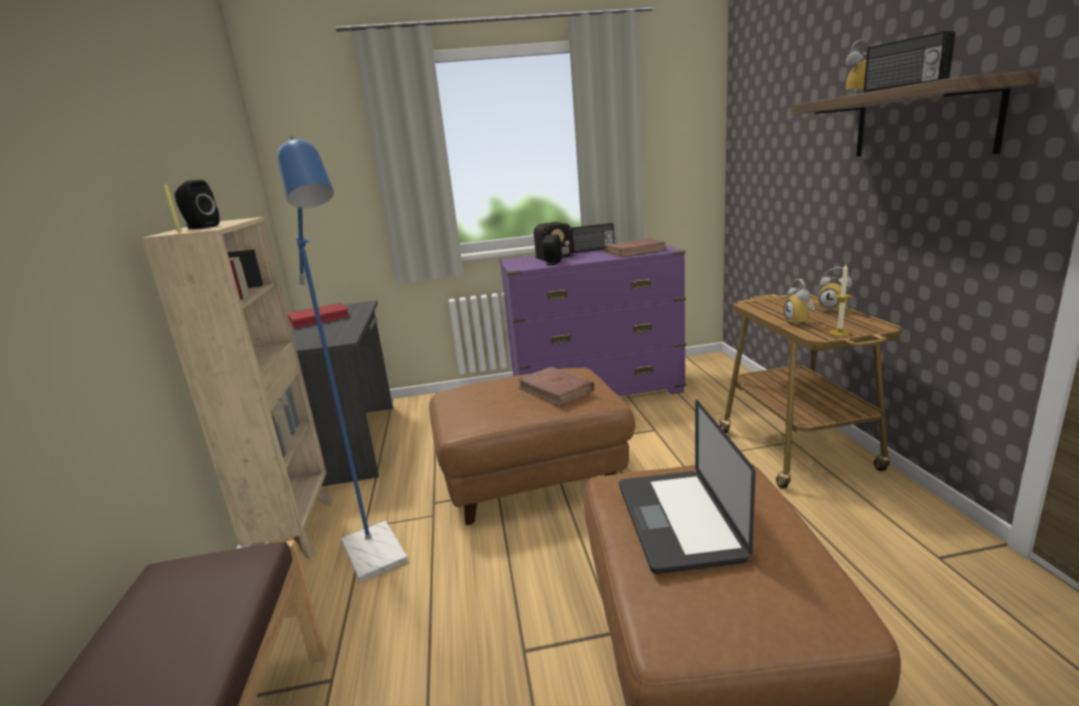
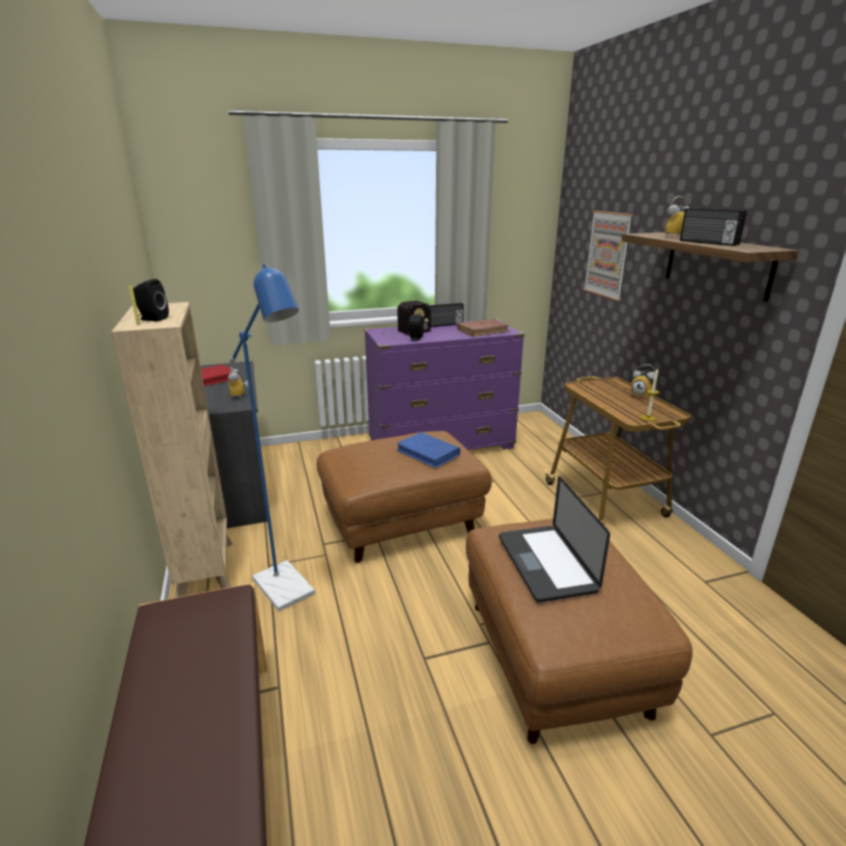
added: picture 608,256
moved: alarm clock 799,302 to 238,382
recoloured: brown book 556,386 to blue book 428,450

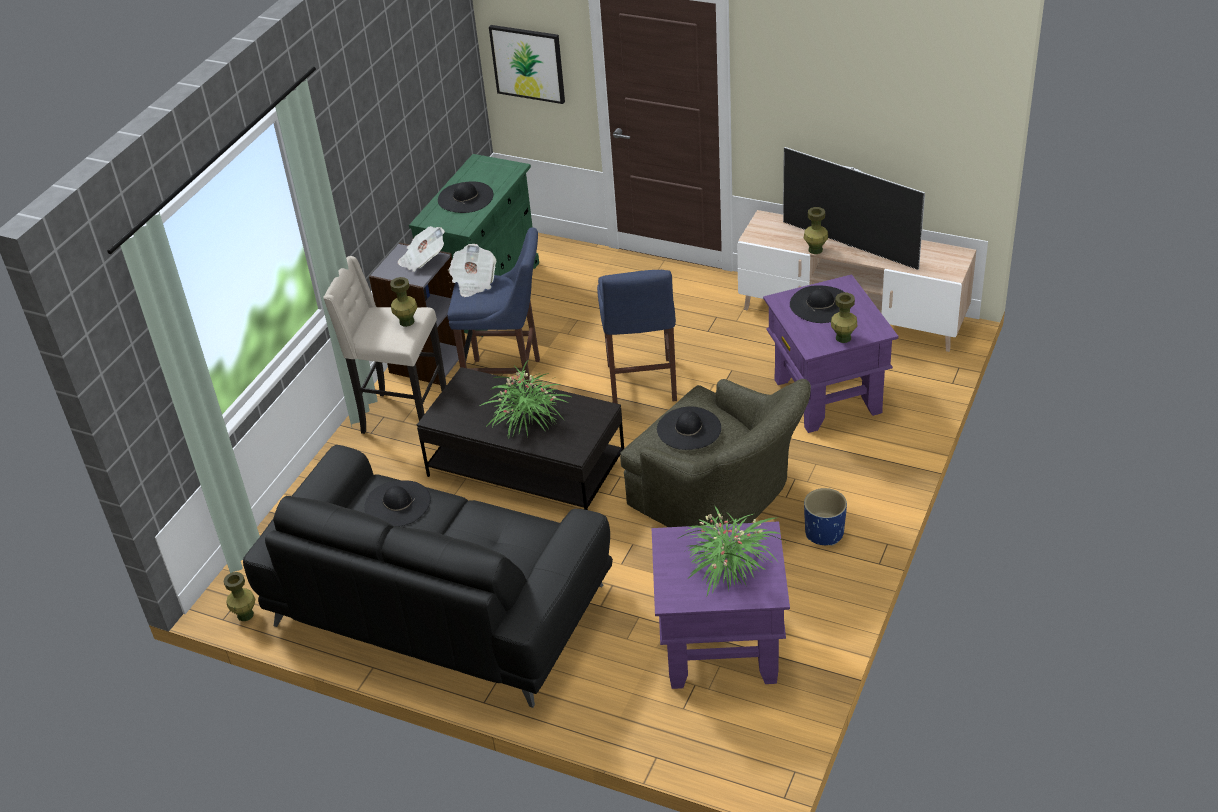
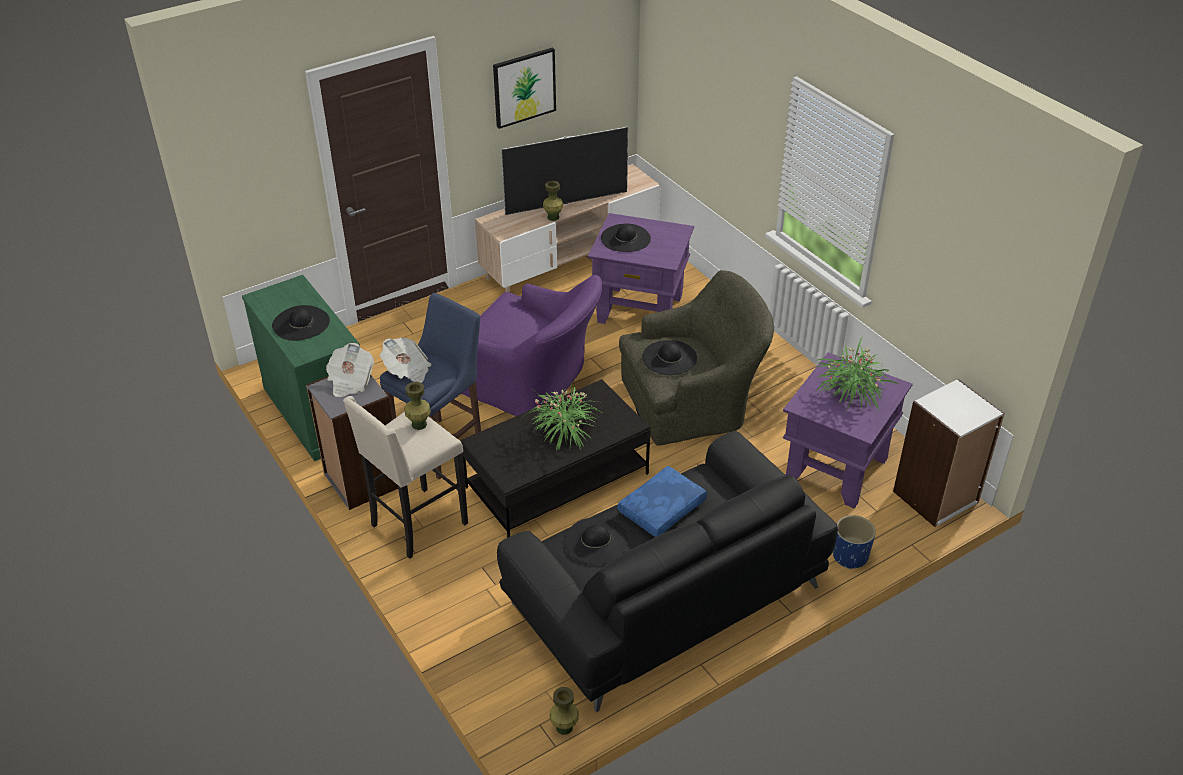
removed: green vase 844,318
added: white bookcase 949,453; blue pillow 662,501
moved: picture 527,64 to 524,88; blue planter 825,517 to 854,542
replaced: blue stool 637,337 to purple armchair 531,345

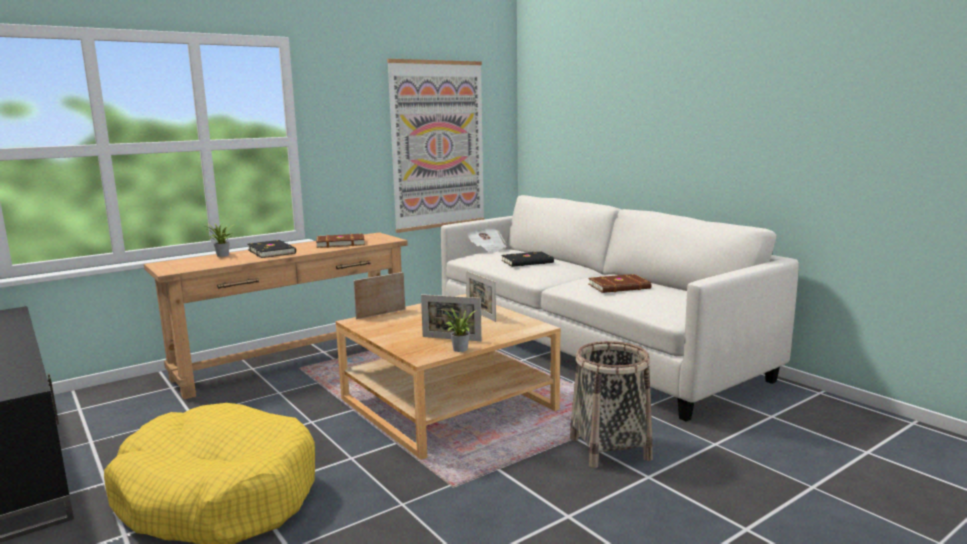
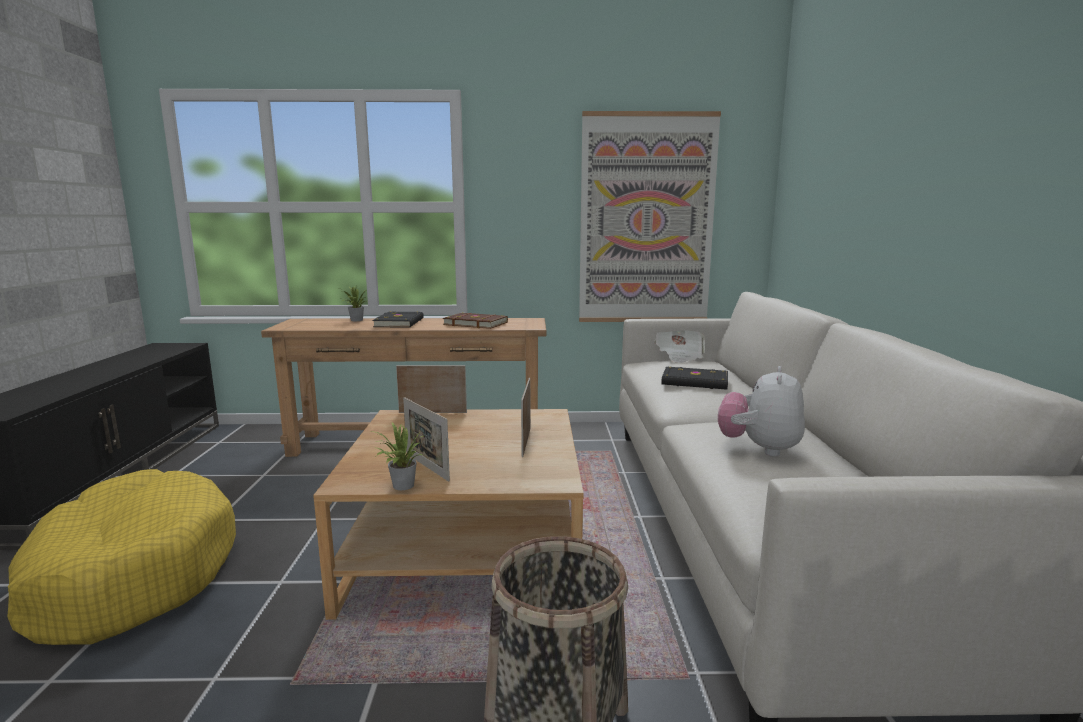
replaced: brown book 619,283 to plush toy 761,411

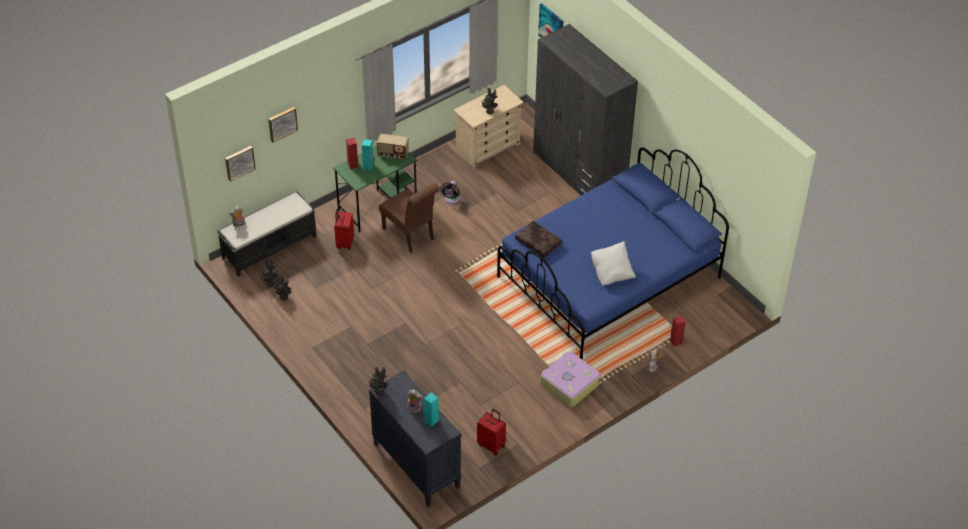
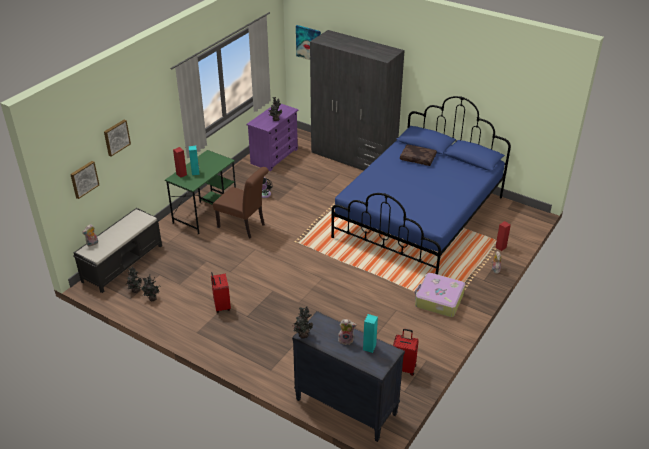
removed: radio 393,147; white pillow 613,263
moved: red suitcase 344,229 to 221,292; brown pillow 538,239 to 418,155
recoloured: beige dresser 489,126 to purple dresser 272,137

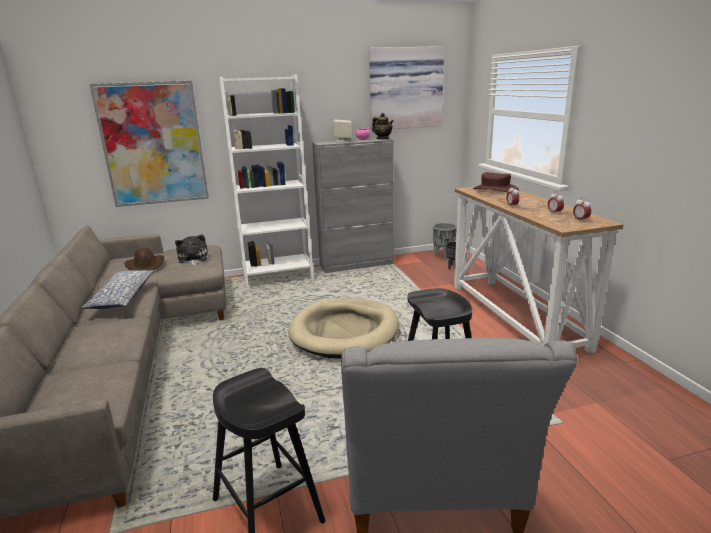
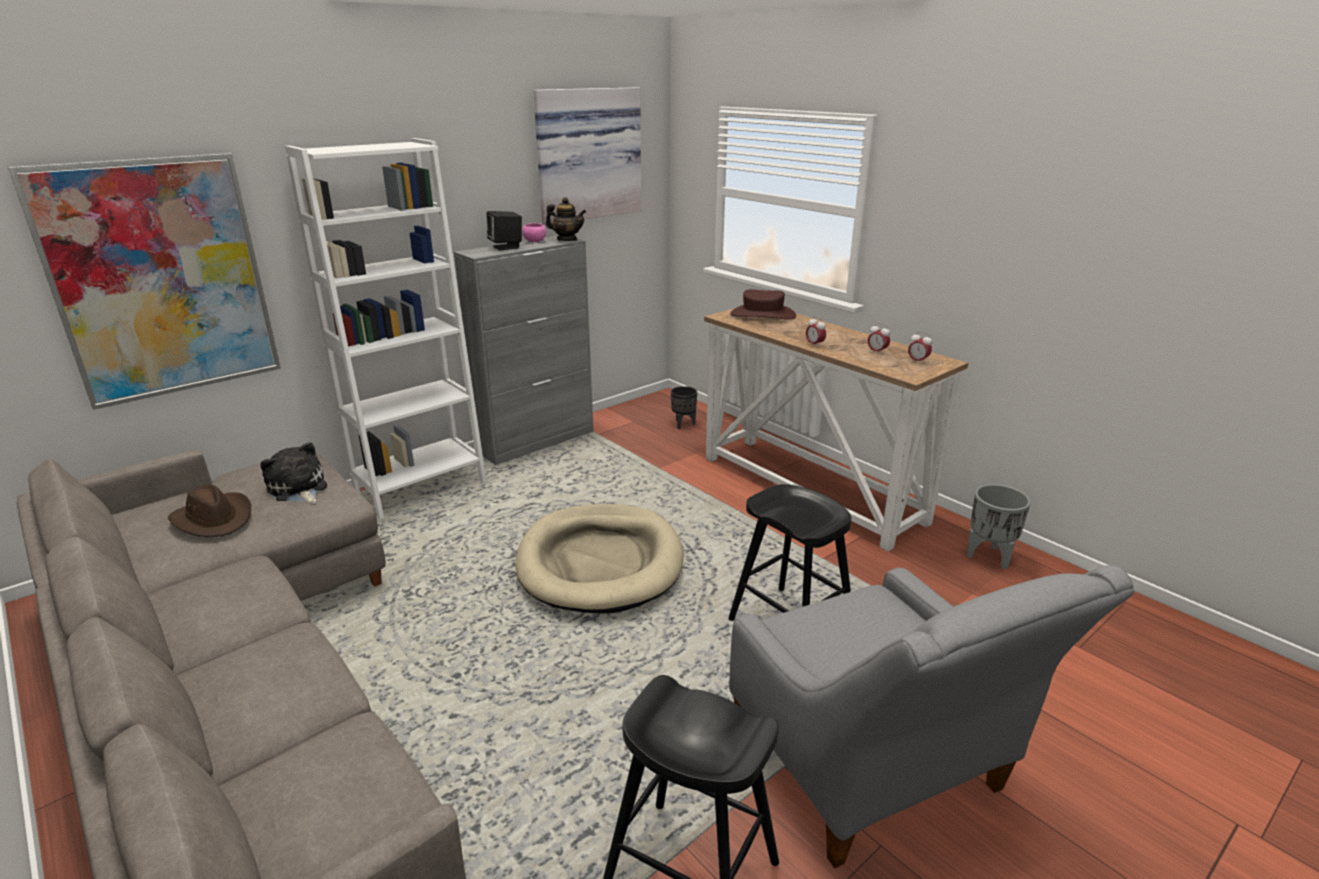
removed: pillow 117,289
moved: grey planter 445,242 to 998,526
recoloured: beige speaker 342,131 to black speaker 504,230

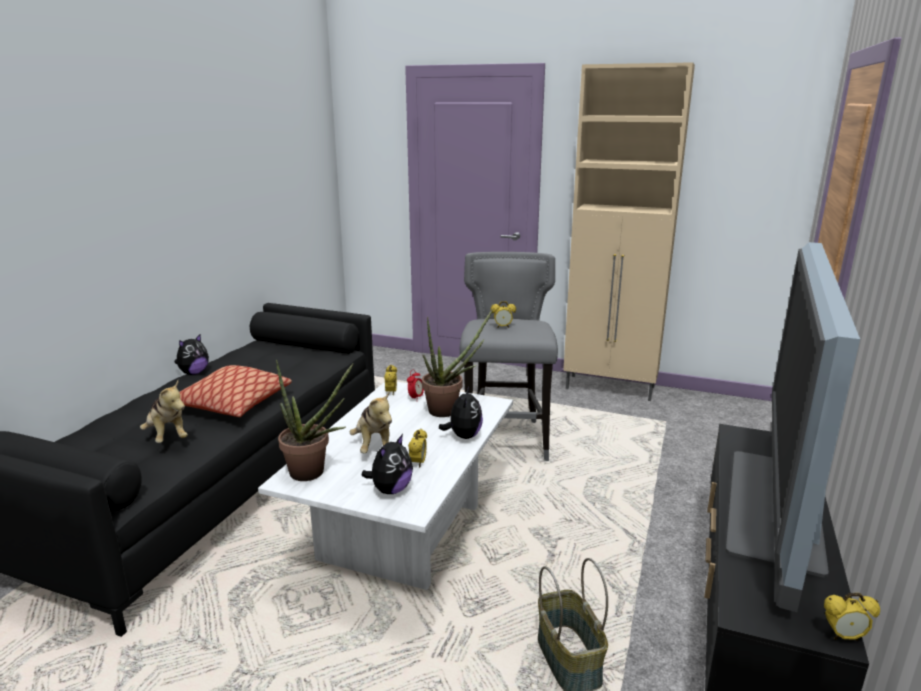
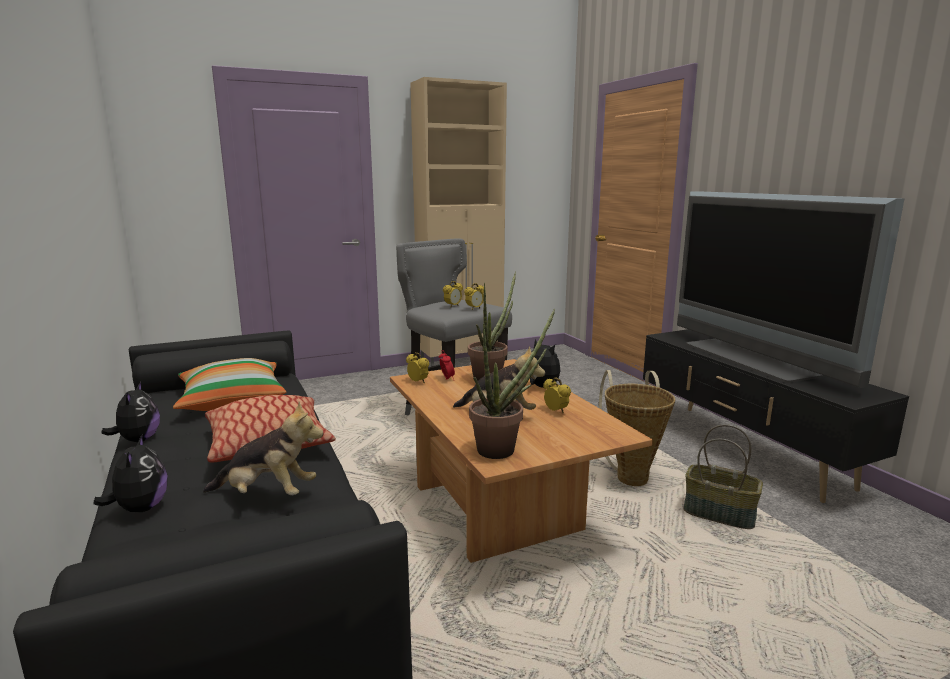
added: pillow 230,384; basket 637,428
moved: plush toy 387,464 to 131,473; alarm clock 852,617 to 474,296
recoloured: white coffee table 385,486 to brown coffee table 521,461

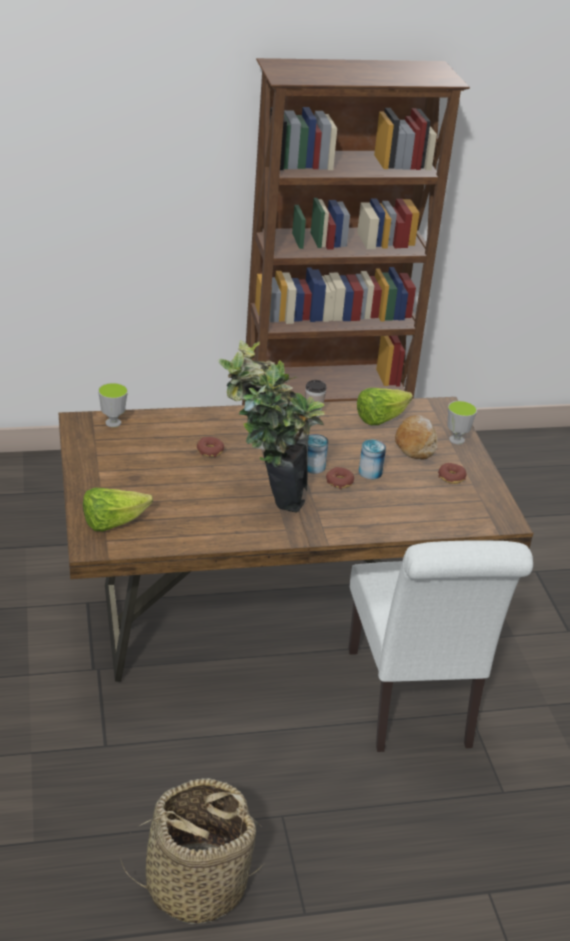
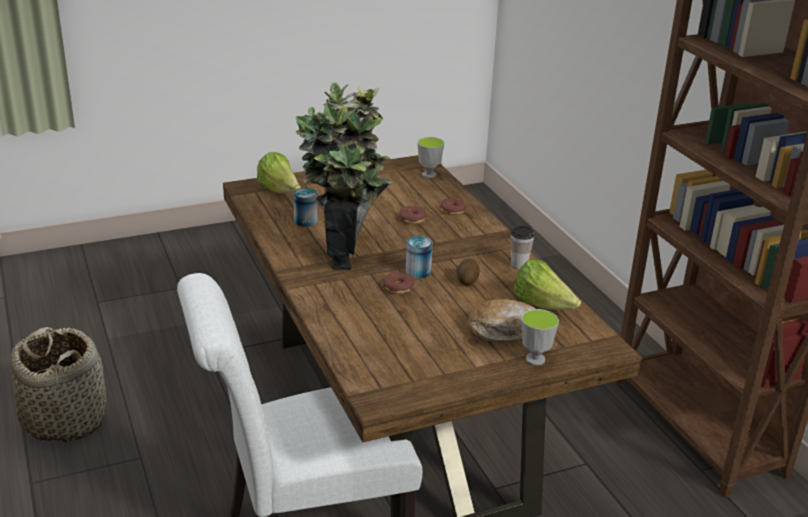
added: potato 468,272
moved: can 372,460 to 305,207; donut 452,473 to 453,206

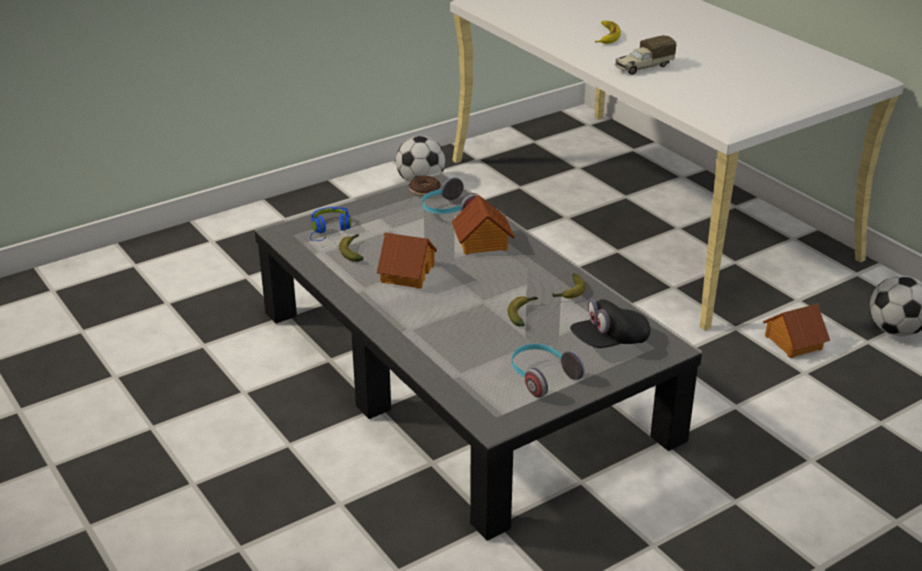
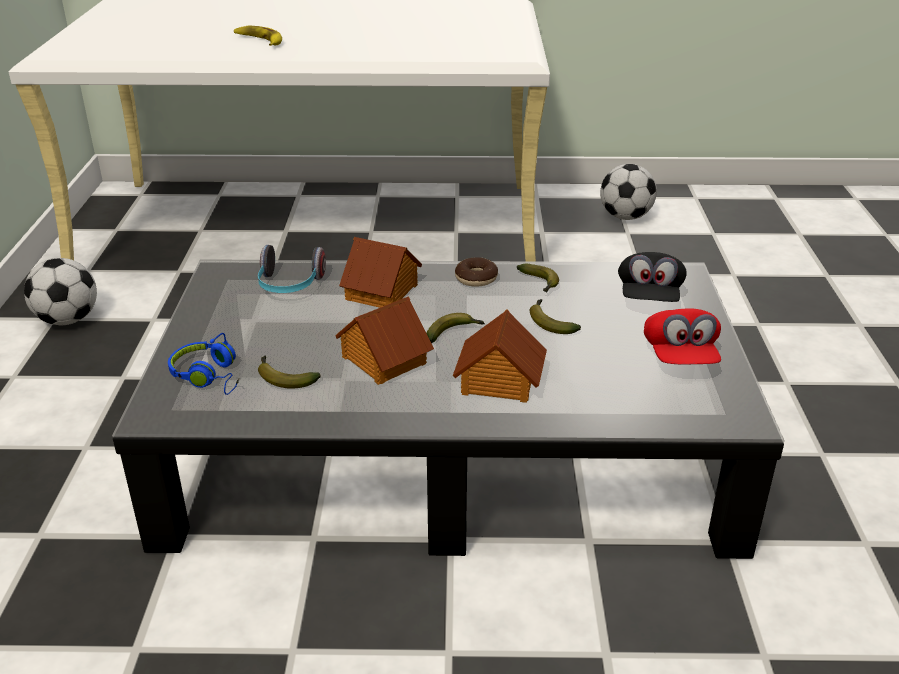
removed: toy truck 645,54
added: banana 455,328
moved: donut 425,186 to 476,272; toy house 796,331 to 500,356
replaced: headphones 548,371 to red cap 682,336

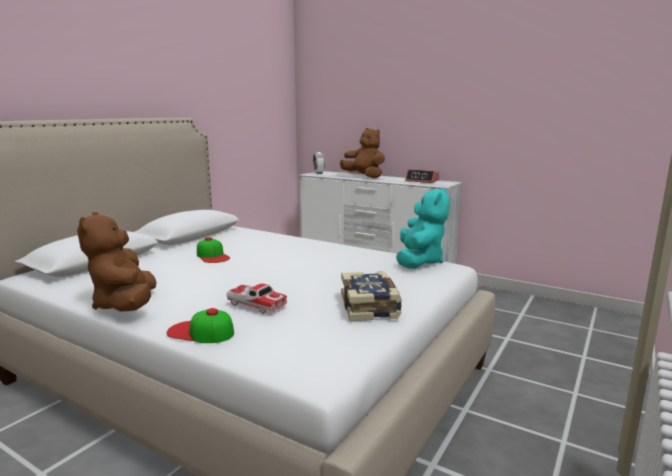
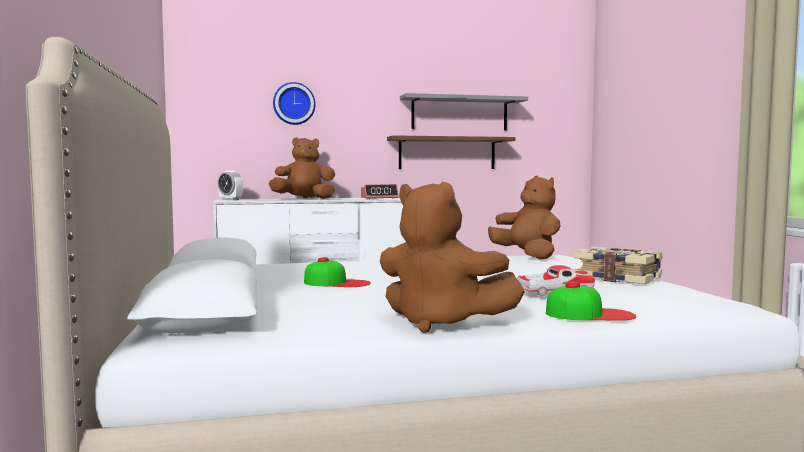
added: wall clock 294,103; grey shelf 464,111; brown shelf 451,152
recoloured: turquoise plush toy 423,228 to brown plush toy 524,217
turned: cap 200,325 = 591,301 150 degrees counterclockwise

